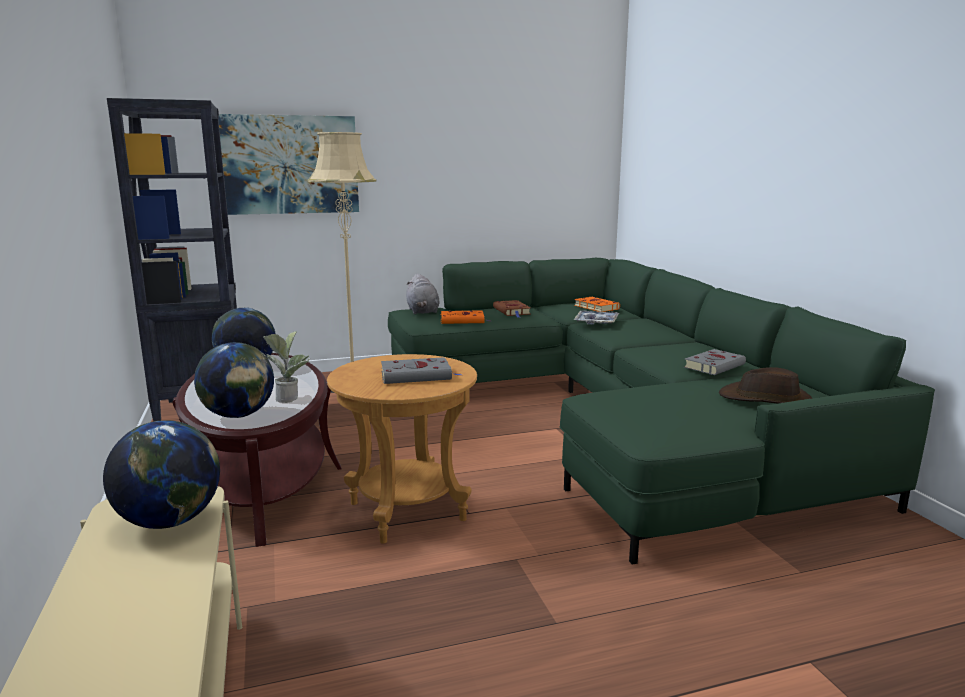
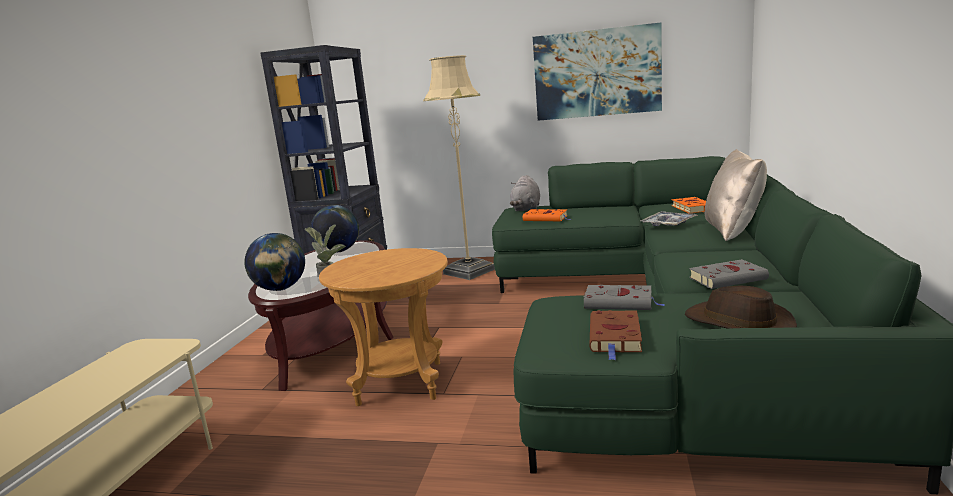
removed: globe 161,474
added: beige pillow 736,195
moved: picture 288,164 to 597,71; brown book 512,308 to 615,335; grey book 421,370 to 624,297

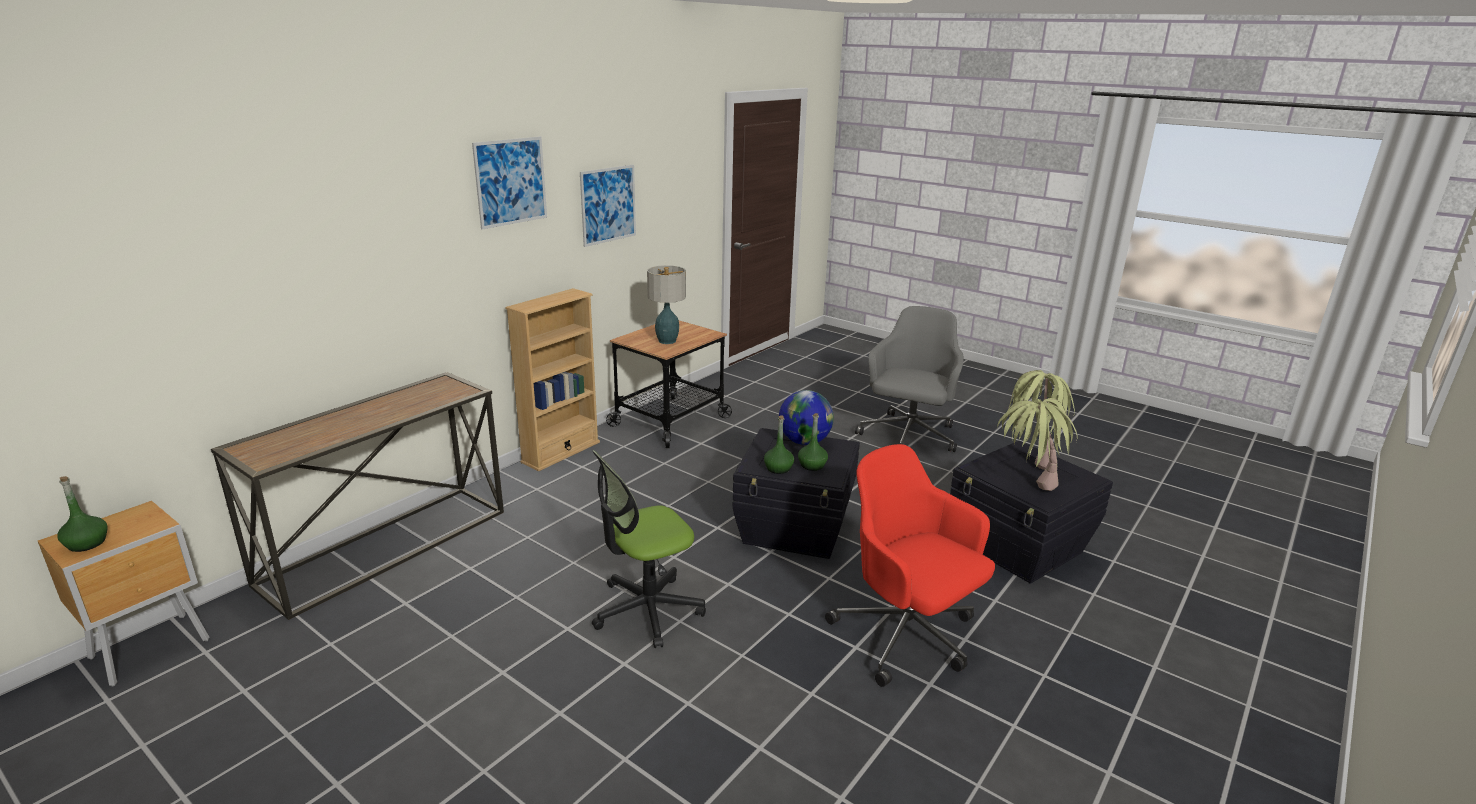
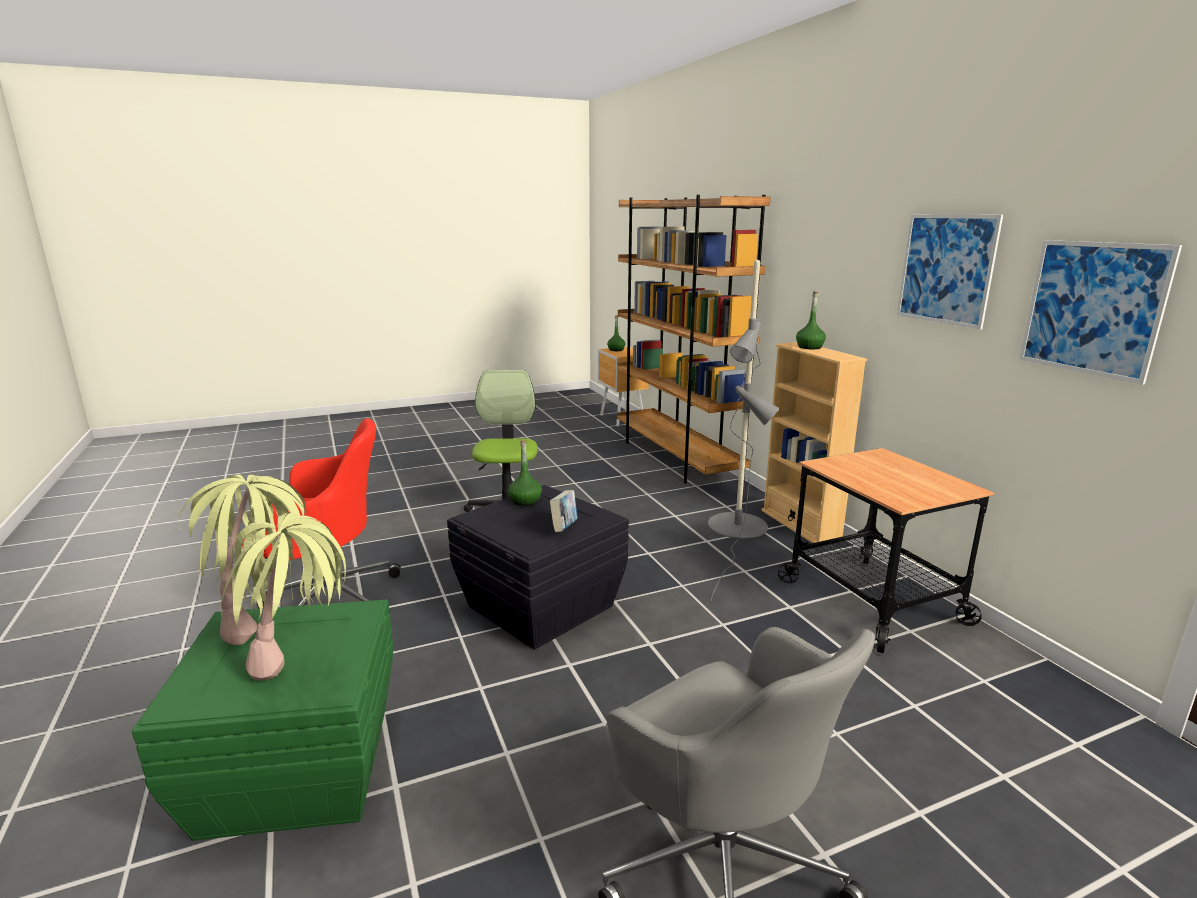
removed: table lamp 666,304
added: grey floor lamp 744,430
moved: picture 509,183 to 1100,312; green bottle 813,442 to 811,320
replaced: console table 357,496 to brown bookcase 694,339; globe 806,417 to book 563,511
recoloured: black storage box 1031,512 to green storage box 263,720

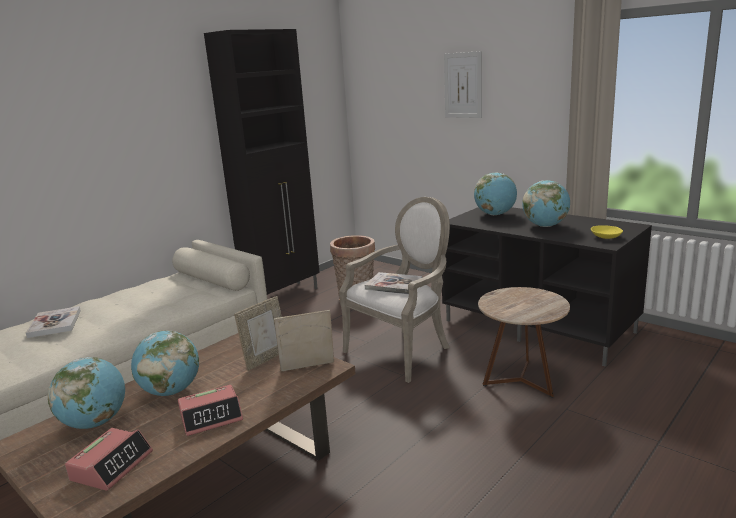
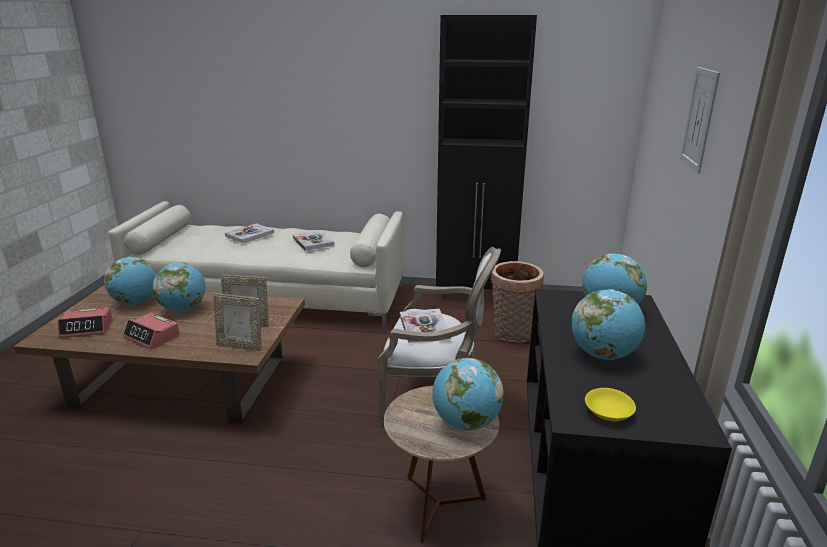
added: book 314,240; globe 468,394
turned: picture frame 304,340 = 237,322 150 degrees clockwise

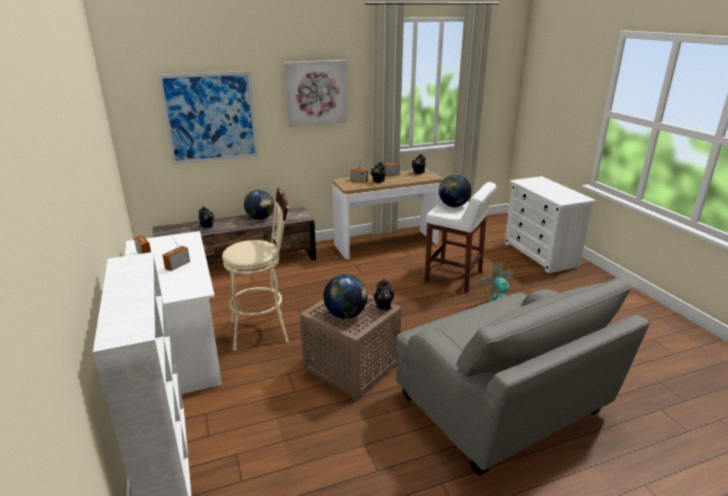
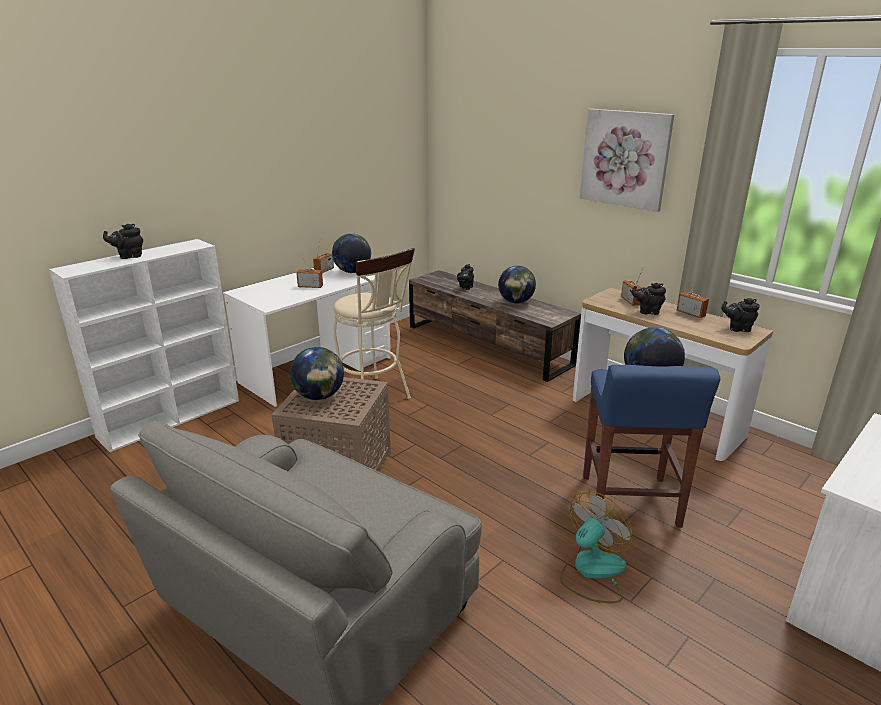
removed: picture 208,118
added: globe 351,253
moved: black teapot 384,294 to 123,241
recoloured: white stool 461,237 to blue stool 651,446

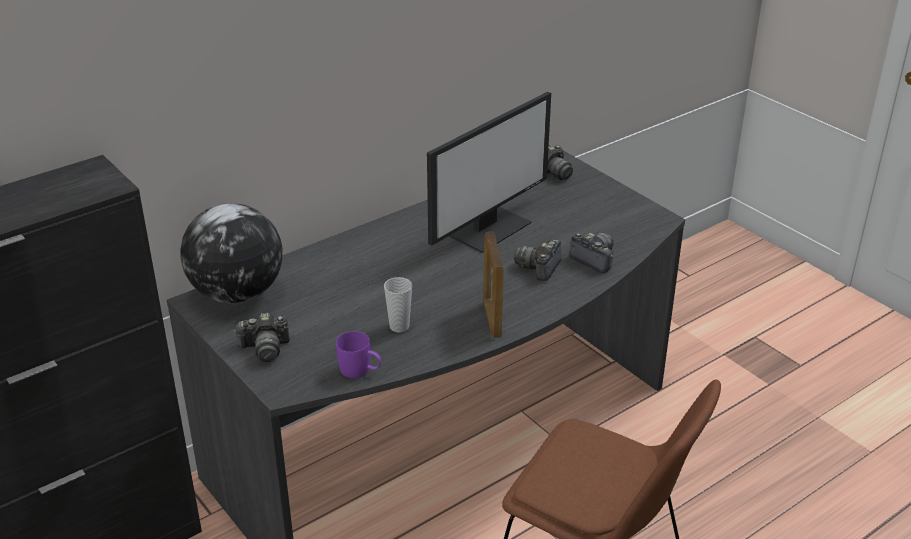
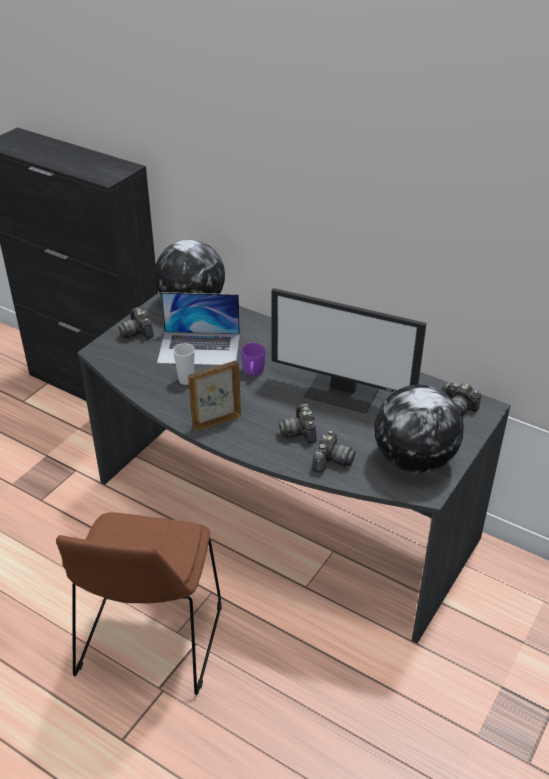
added: laptop 198,328; globe 419,429
moved: purple mug 359,354 to 253,359
turned: photo camera 537,260 = 298,423 105 degrees counterclockwise

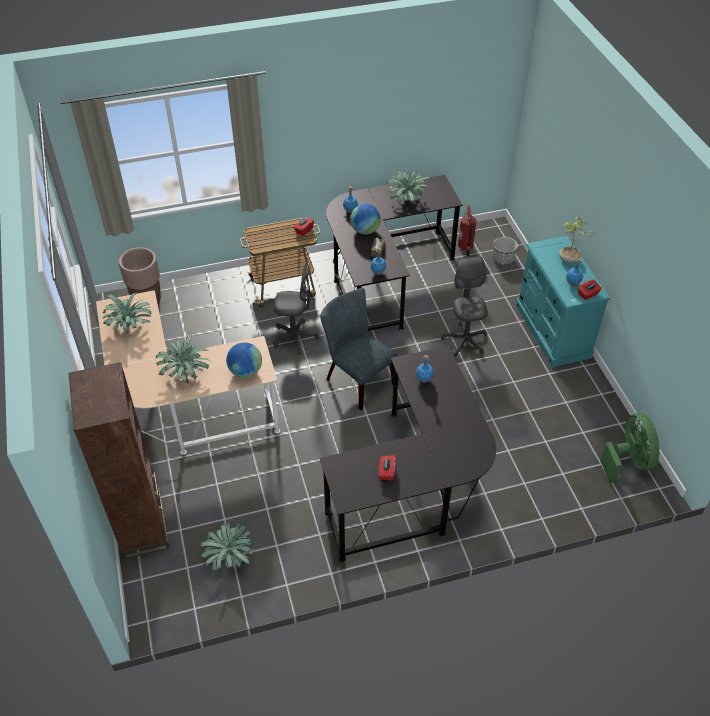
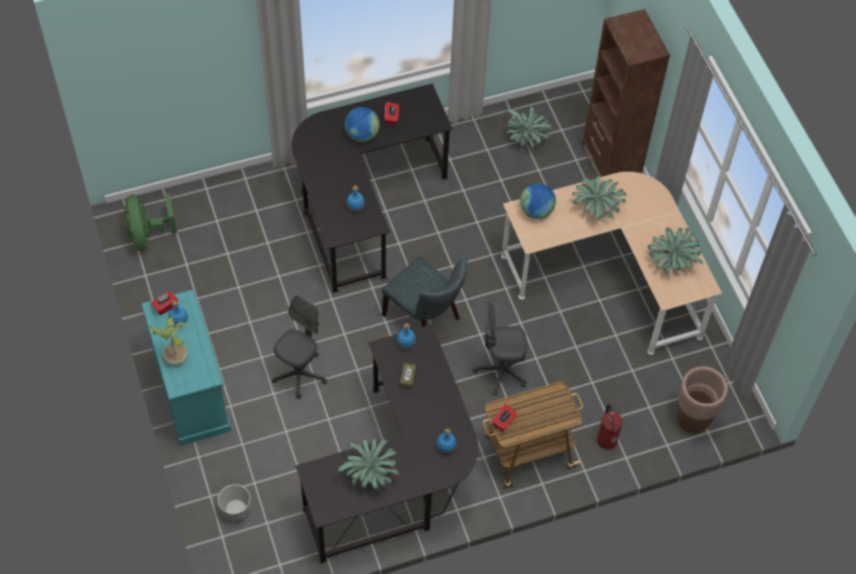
moved: globe 365,219 to 362,124; fire extinguisher 467,231 to 610,427
turned: grey office chair 464,306 = 299,347 135 degrees counterclockwise

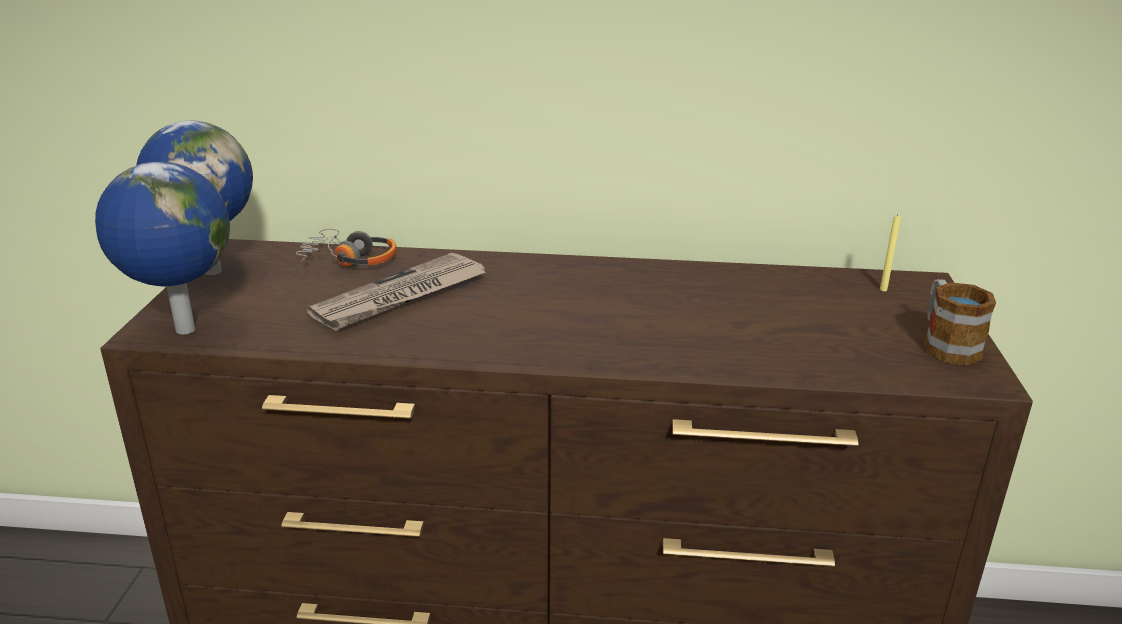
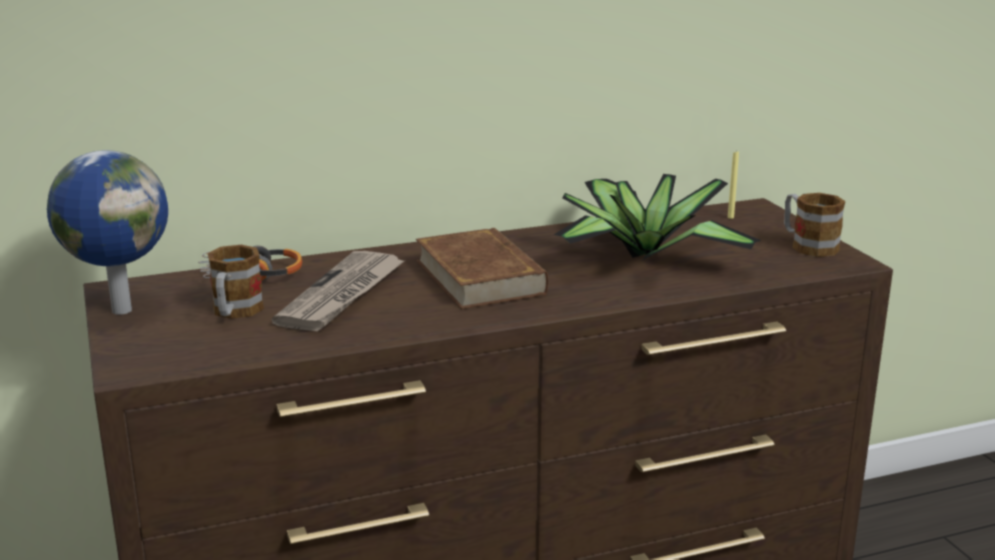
removed: globe 162,247
added: potted plant 657,217; brown book 482,268; mug 235,282

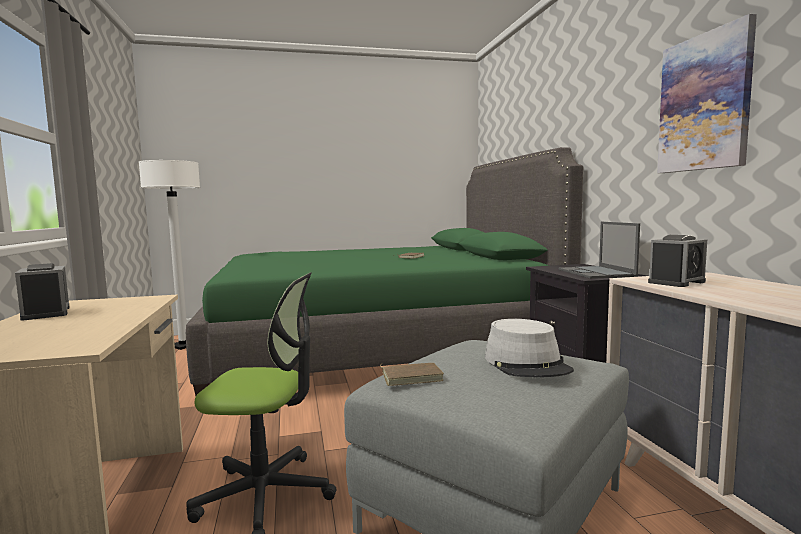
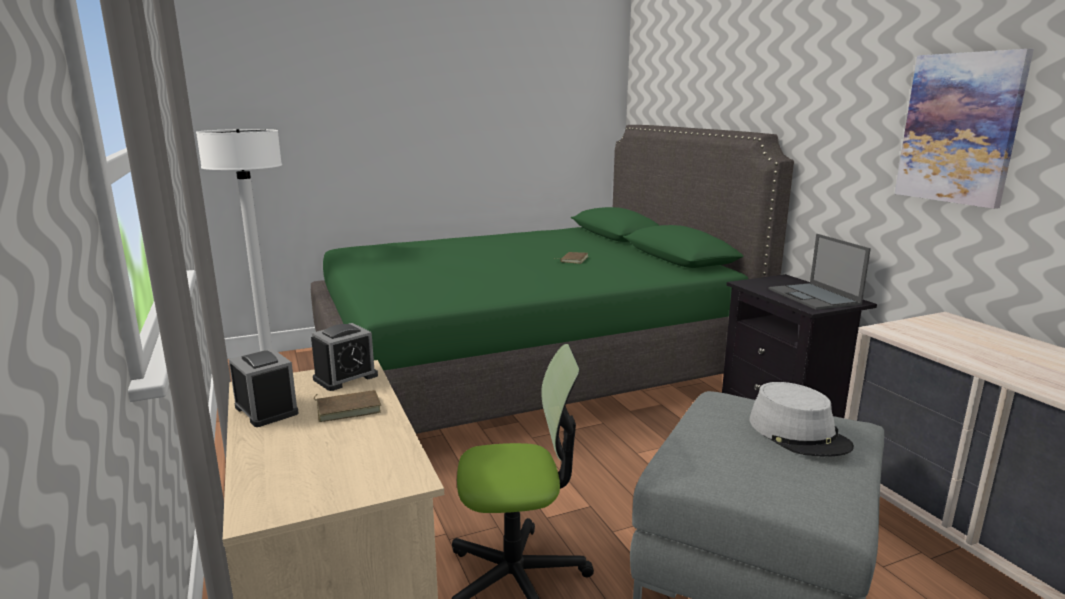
moved: alarm clock 677,261 to 344,357; brown book 412,374 to 347,406

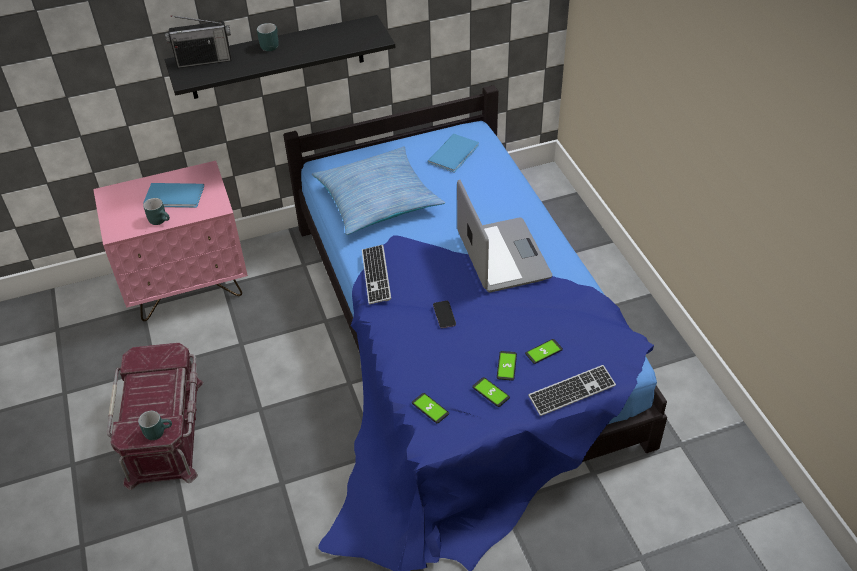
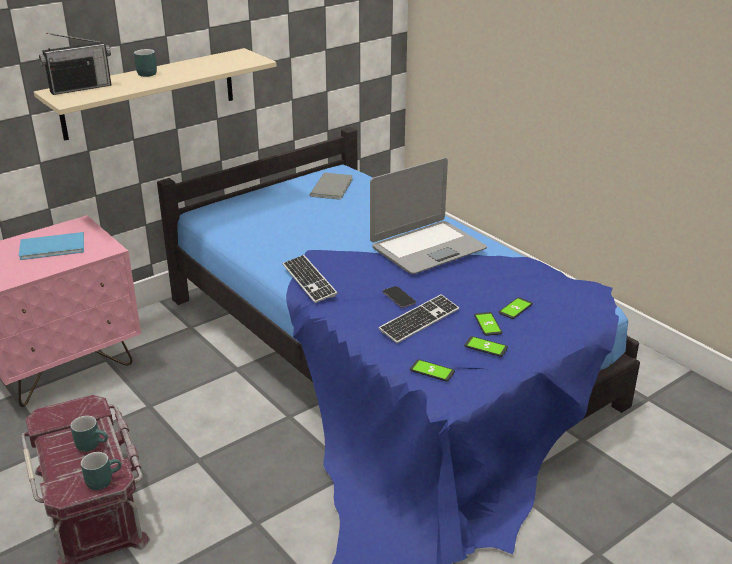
removed: pillow 378,190
moved: turquoise mug 156,211 to 89,434; keyboard 572,390 to 418,318
recoloured: black shelf 280,57 to beige shelf 155,94; blue book 453,153 to grey book 331,186
turned: laptop 504,236 = 428,216 90 degrees clockwise

